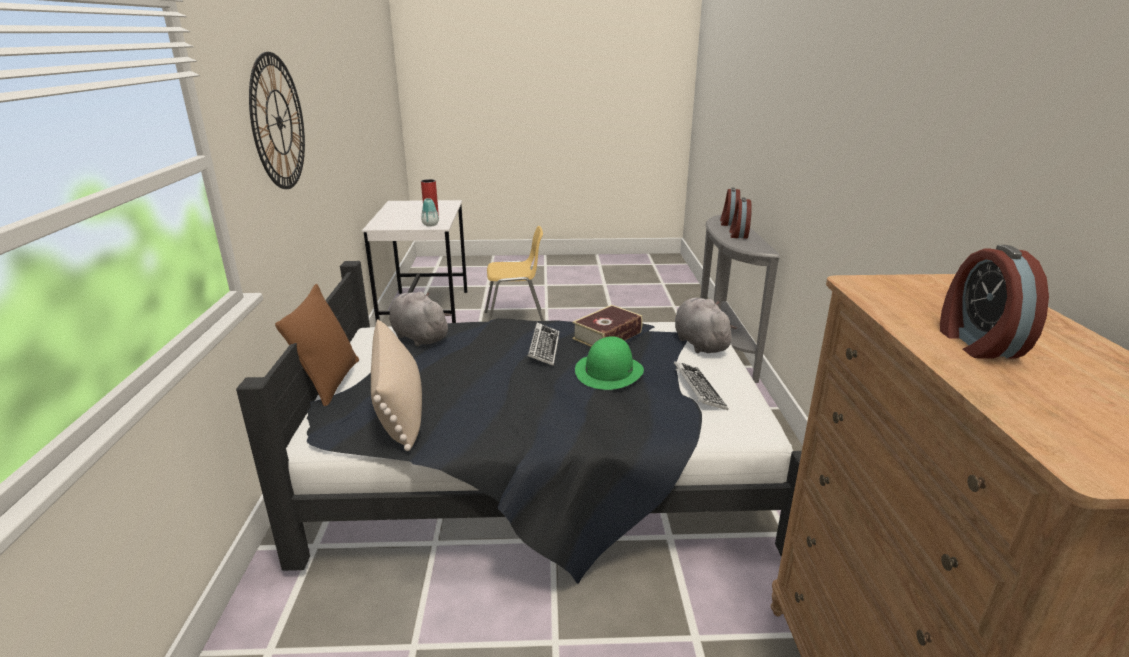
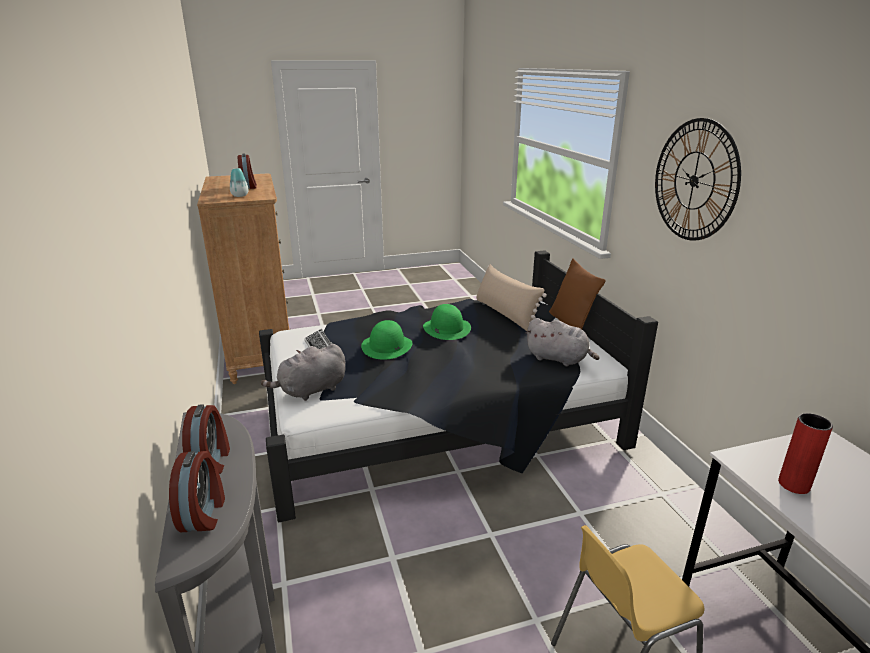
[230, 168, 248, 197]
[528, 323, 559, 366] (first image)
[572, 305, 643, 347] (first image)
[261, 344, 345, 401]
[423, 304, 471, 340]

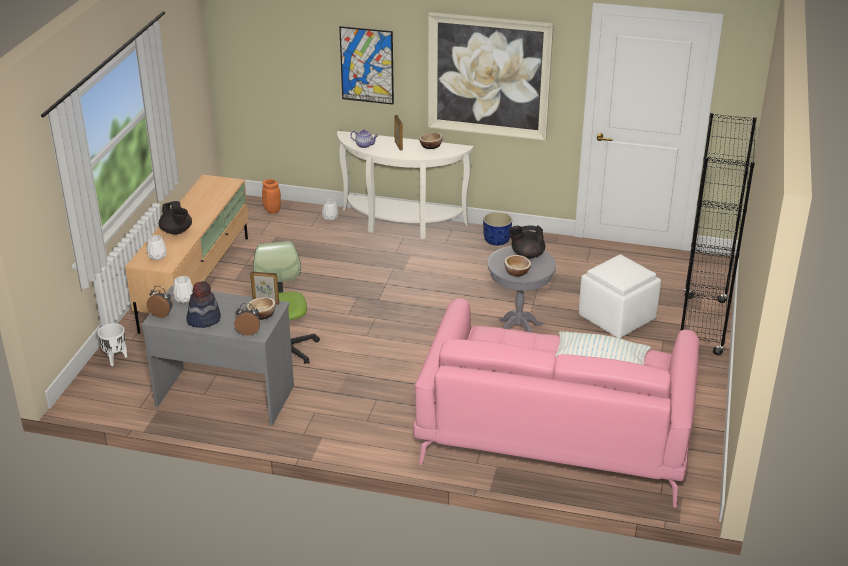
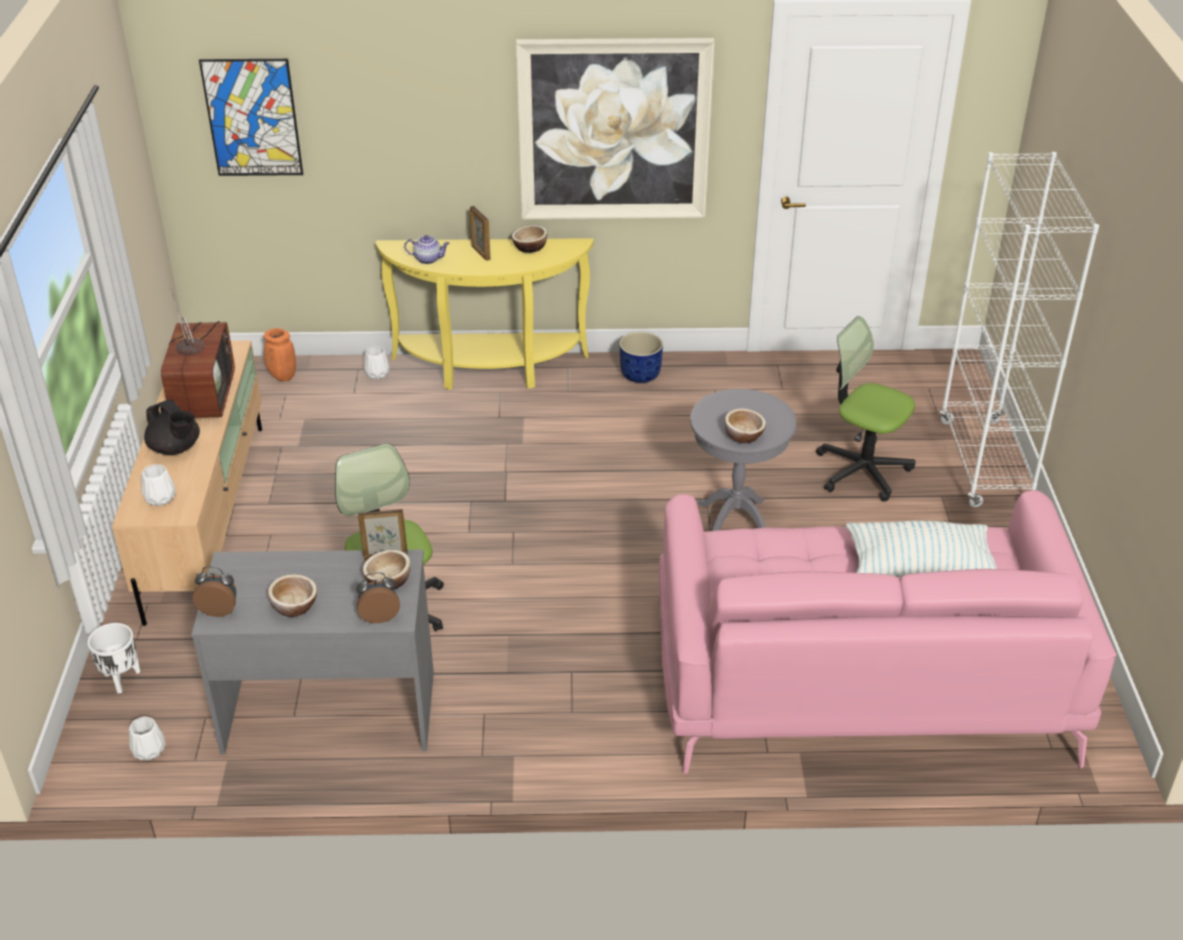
[129, 717, 166, 761]
[268, 574, 317, 617]
[376, 238, 593, 390]
[199, 59, 303, 176]
[509, 225, 545, 259] (first image)
[816, 316, 915, 502]
[939, 152, 1099, 507]
[160, 288, 235, 418]

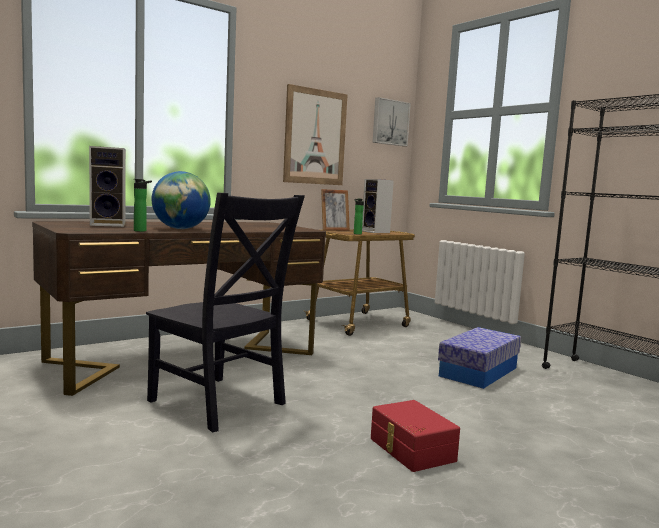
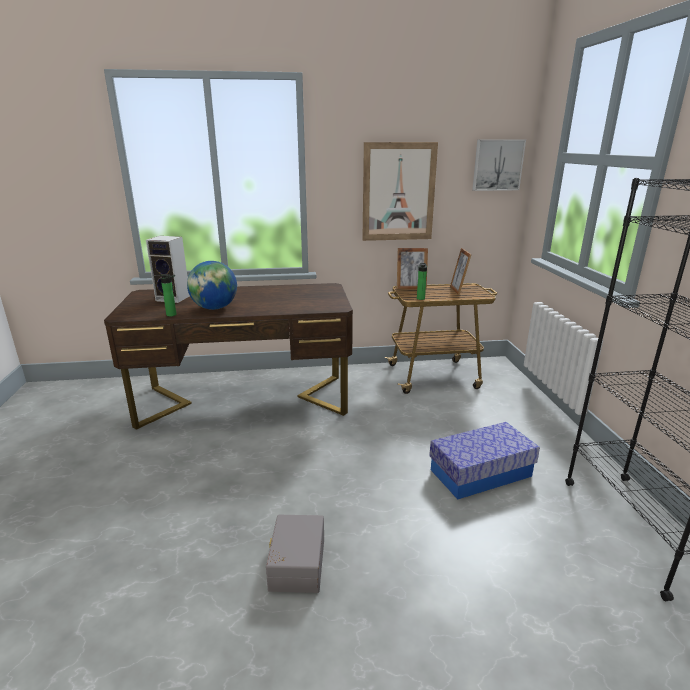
[146, 193, 305, 432] (first image)
[450, 248, 472, 295]
[266, 515, 324, 593]

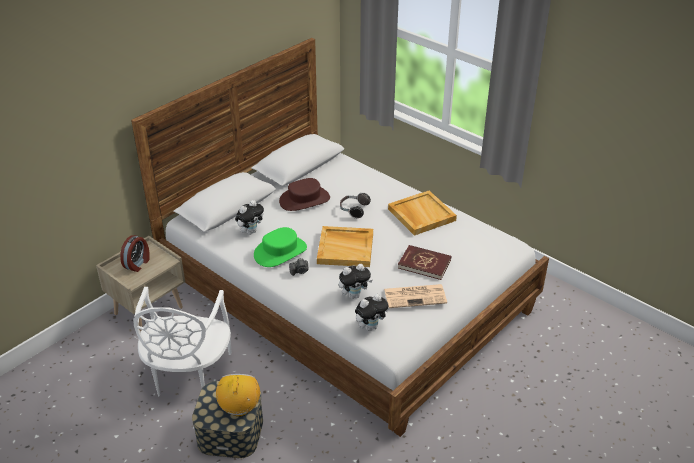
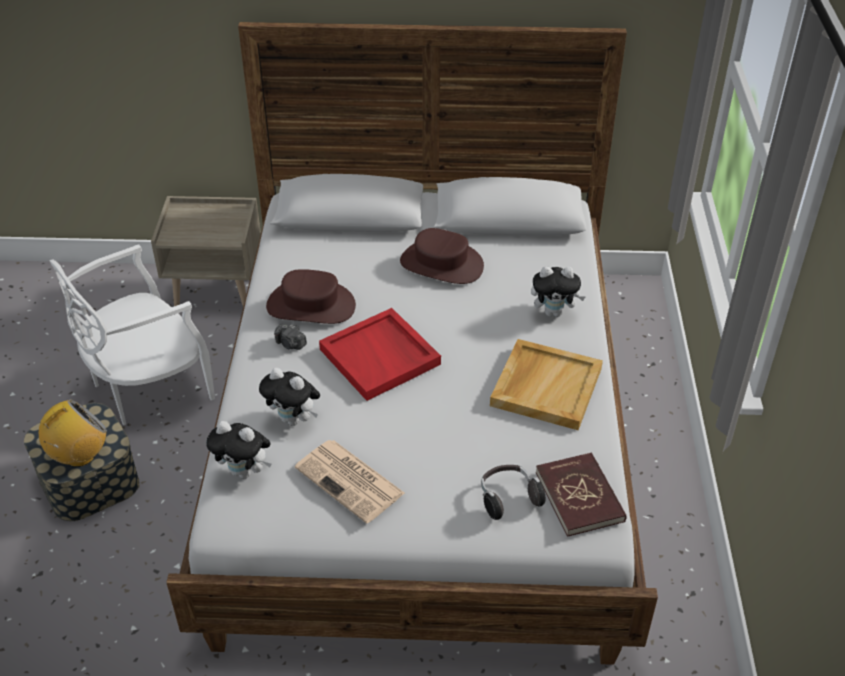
[120, 235, 150, 272] (first image)
[531, 266, 585, 317]
[266, 269, 356, 324]
[319, 308, 441, 401]
[481, 465, 545, 520]
[536, 452, 627, 537]

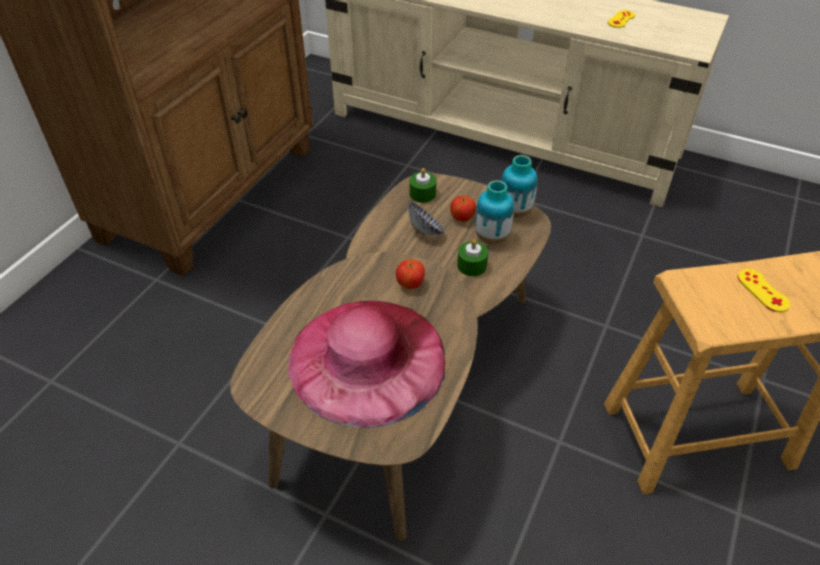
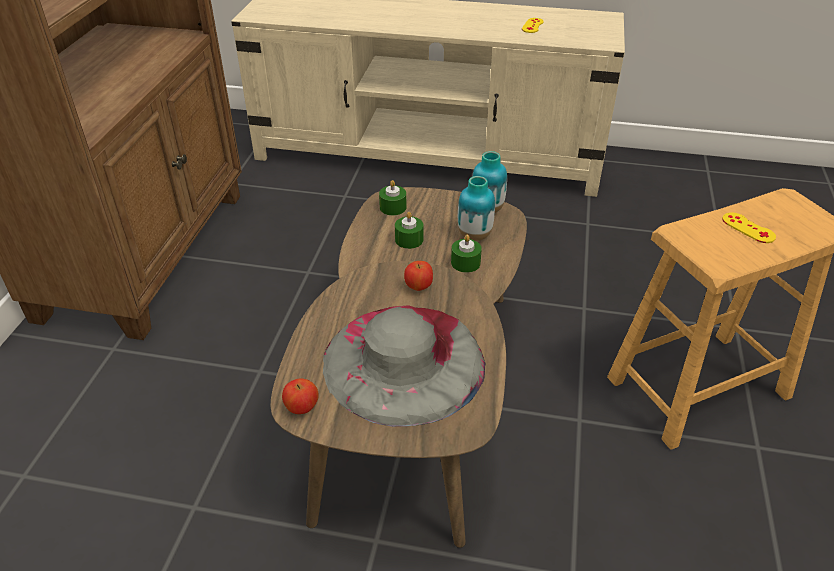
[323, 305, 486, 427]
[395, 212, 424, 249]
[282, 378, 319, 414]

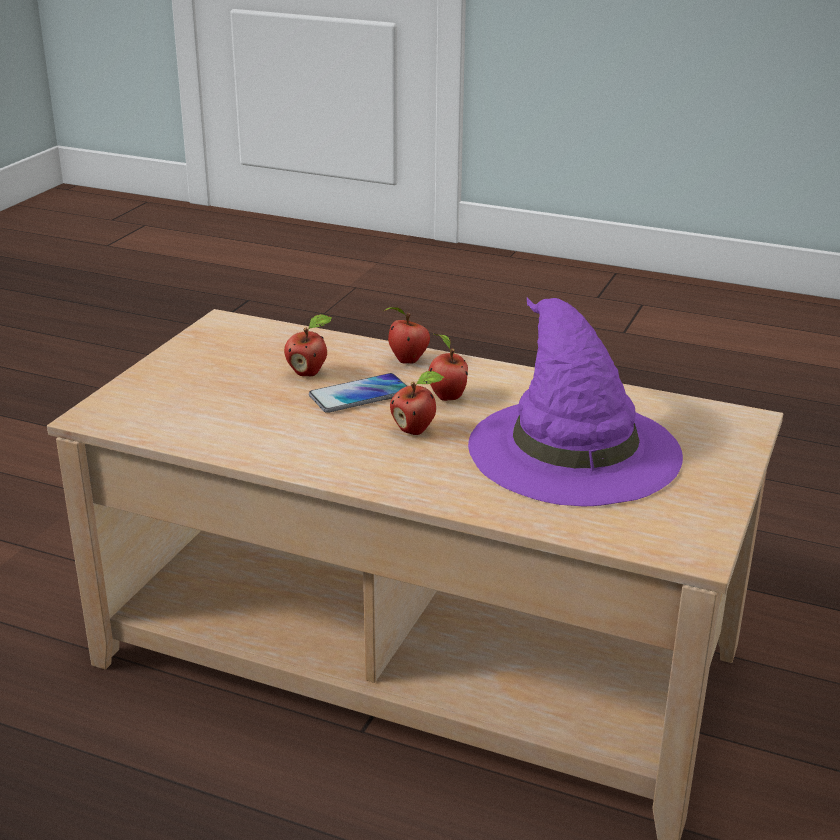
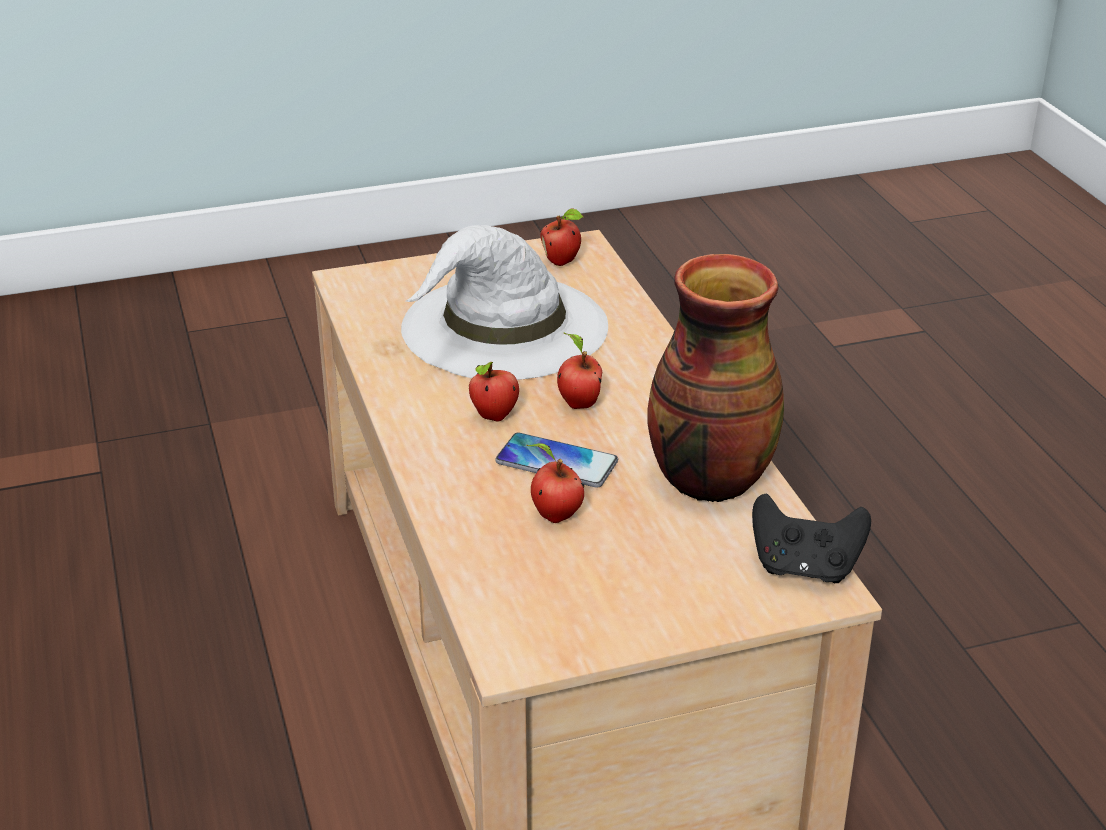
[540, 208, 583, 266]
[401, 225, 608, 380]
[647, 254, 784, 502]
[752, 493, 871, 583]

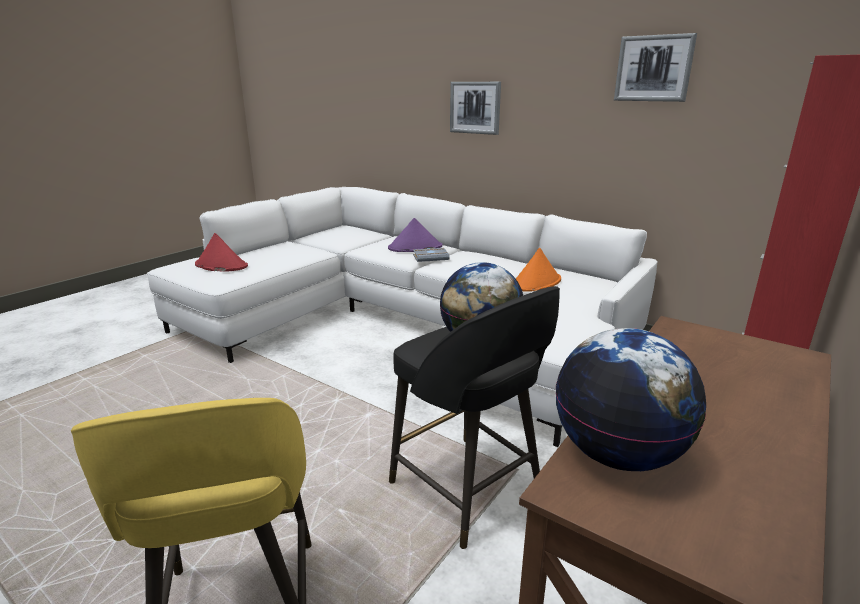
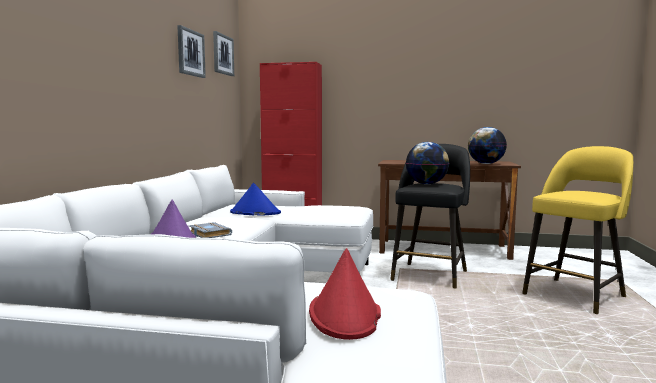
[213, 31, 234, 76]
[230, 183, 281, 215]

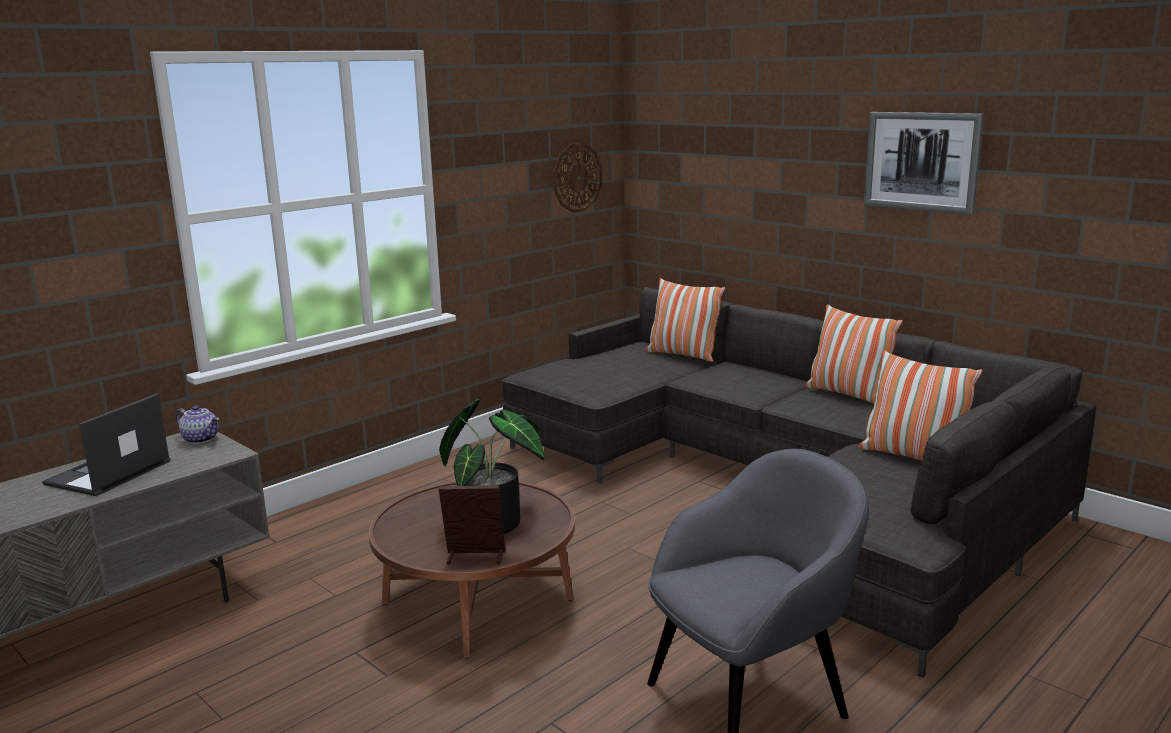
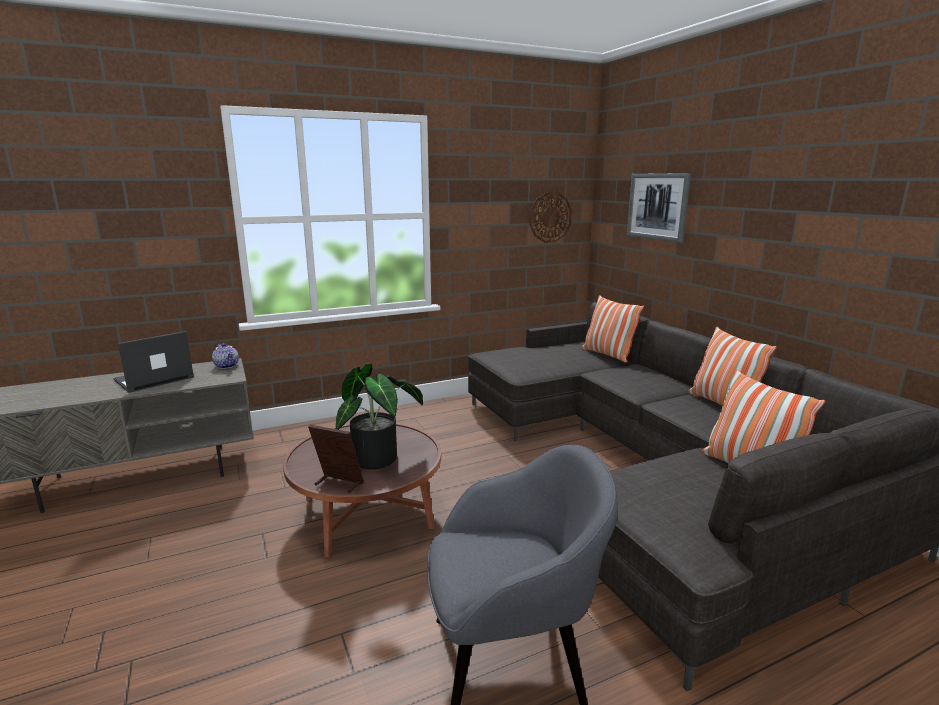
[627, 173, 691, 243]

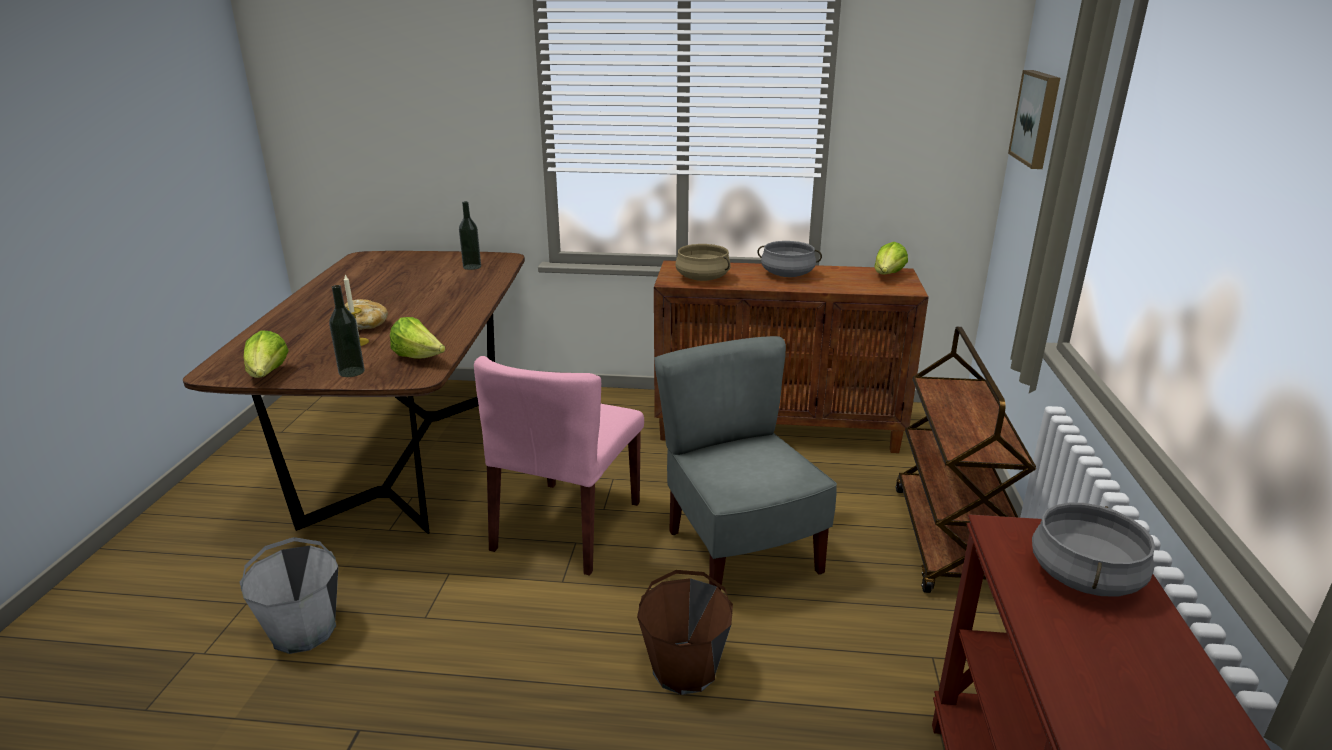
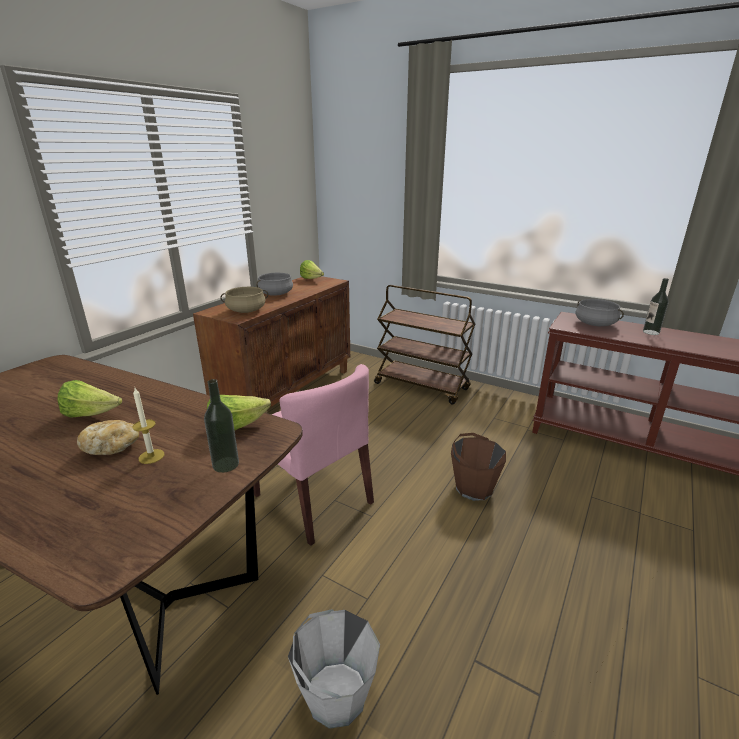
[57, 380, 122, 418]
[643, 278, 669, 335]
[654, 336, 837, 590] (first image)
[1008, 70, 1060, 169] (first image)

